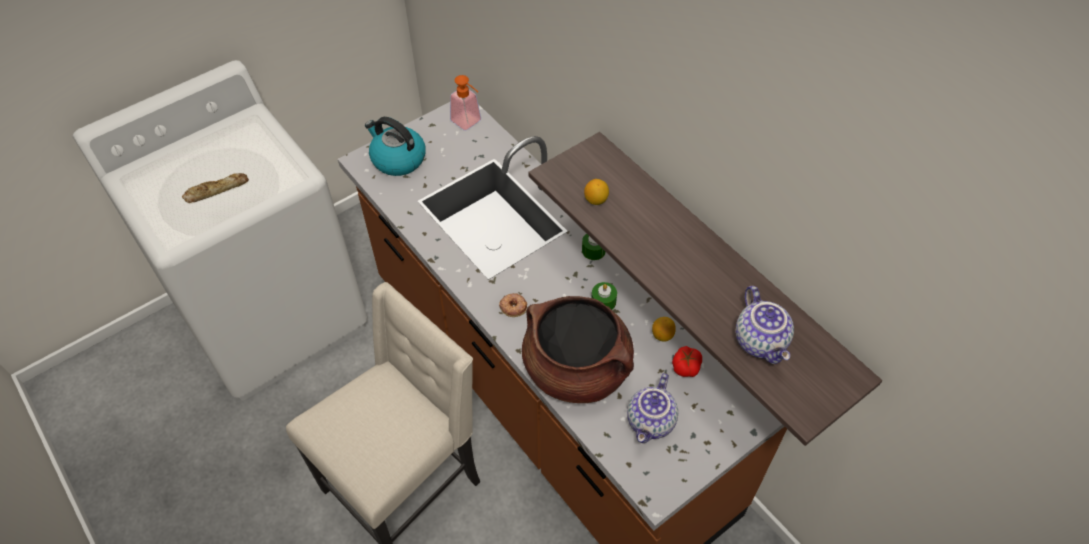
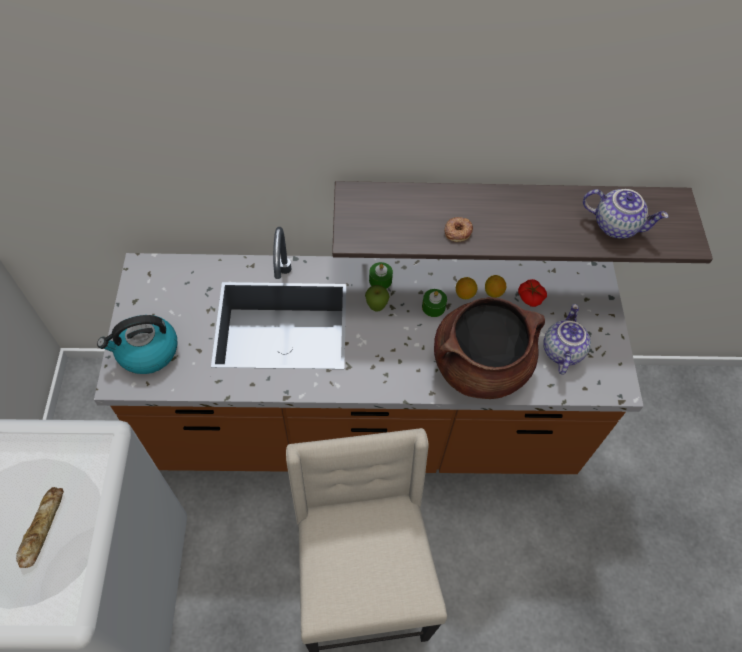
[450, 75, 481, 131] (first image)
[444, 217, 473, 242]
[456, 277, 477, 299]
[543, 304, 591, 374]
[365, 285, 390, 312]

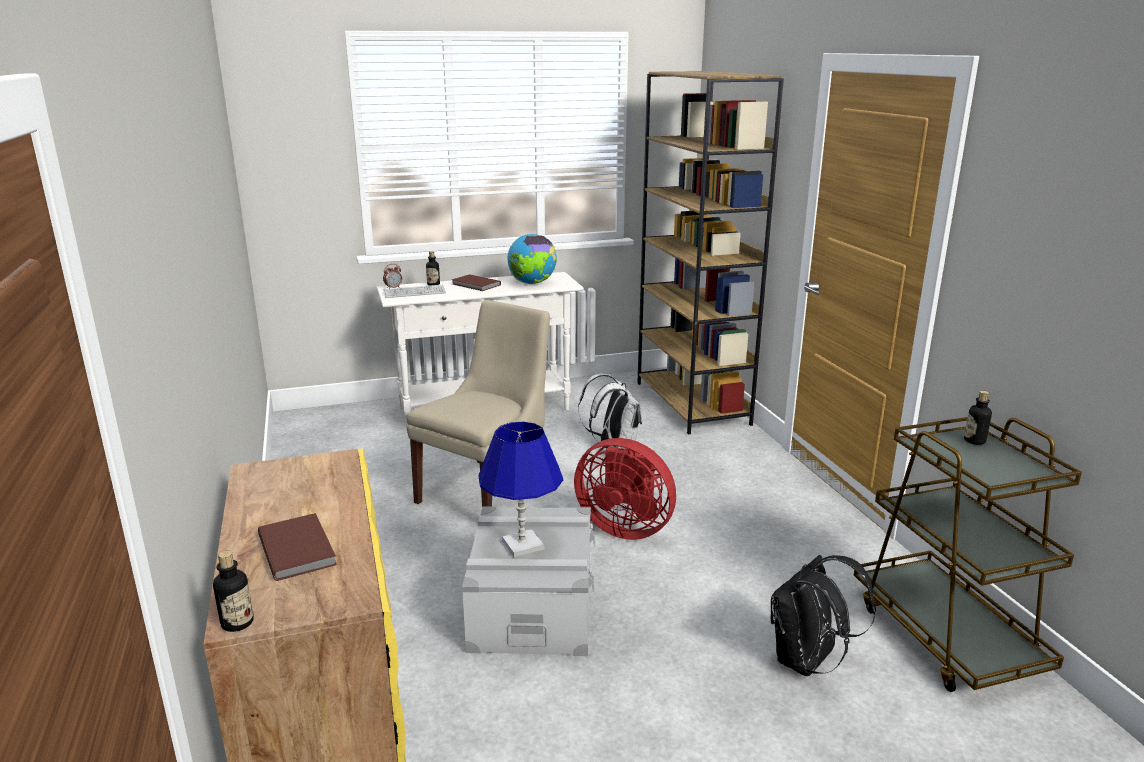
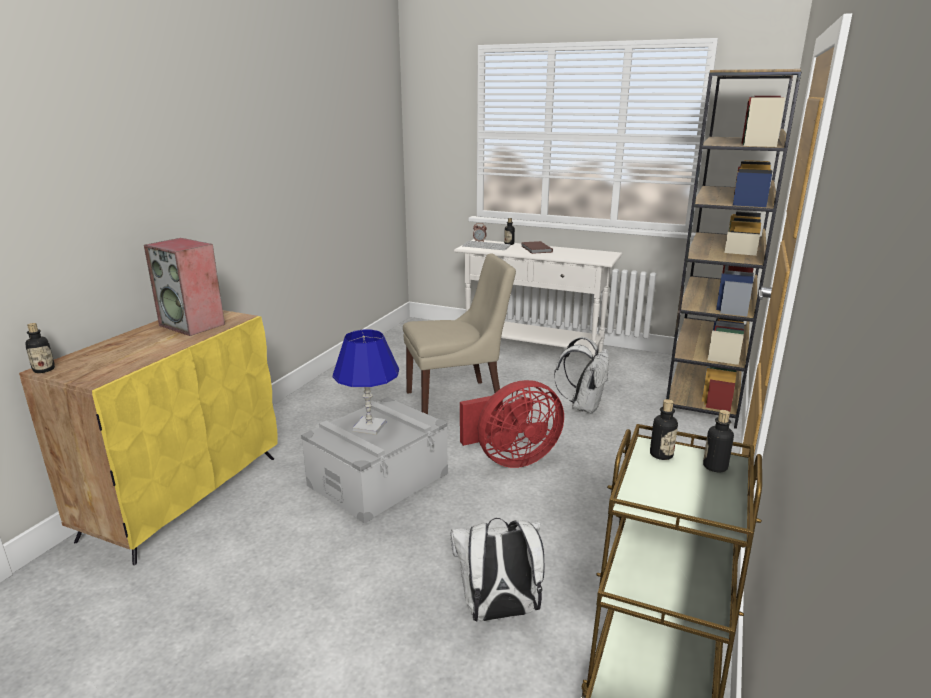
[258, 513, 337, 581] (first image)
[507, 234, 557, 284] (first image)
[460, 380, 564, 468]
[450, 518, 545, 622]
[144, 238, 225, 336]
[650, 399, 678, 460]

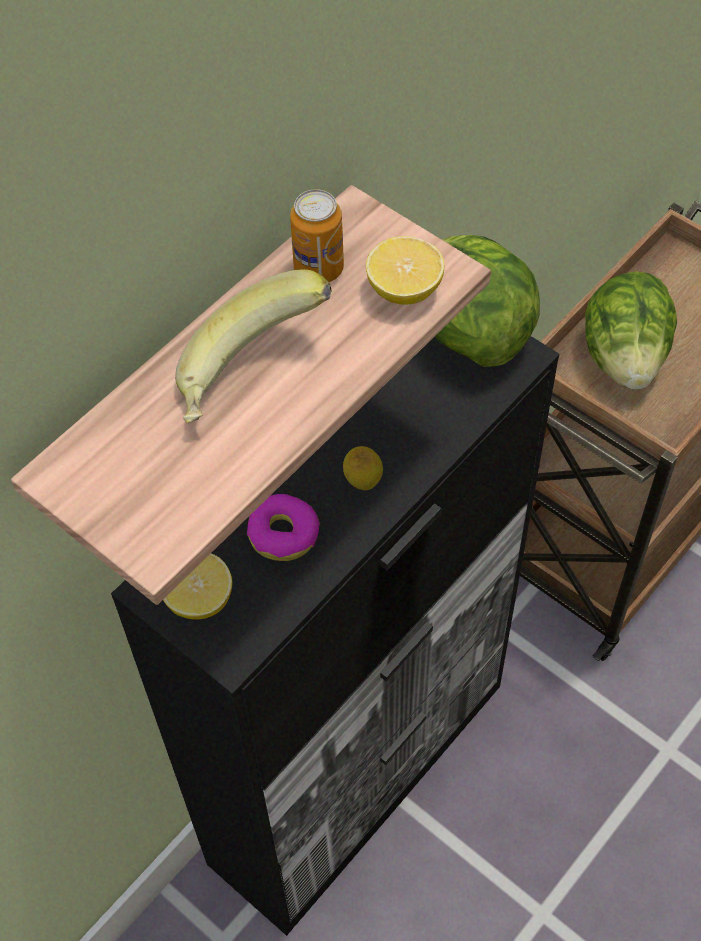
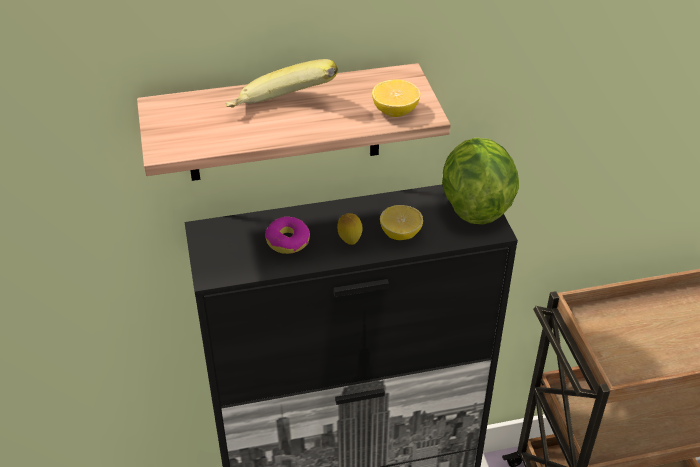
[380, 205, 423, 240]
[290, 189, 344, 282] (first image)
[585, 271, 677, 390] (first image)

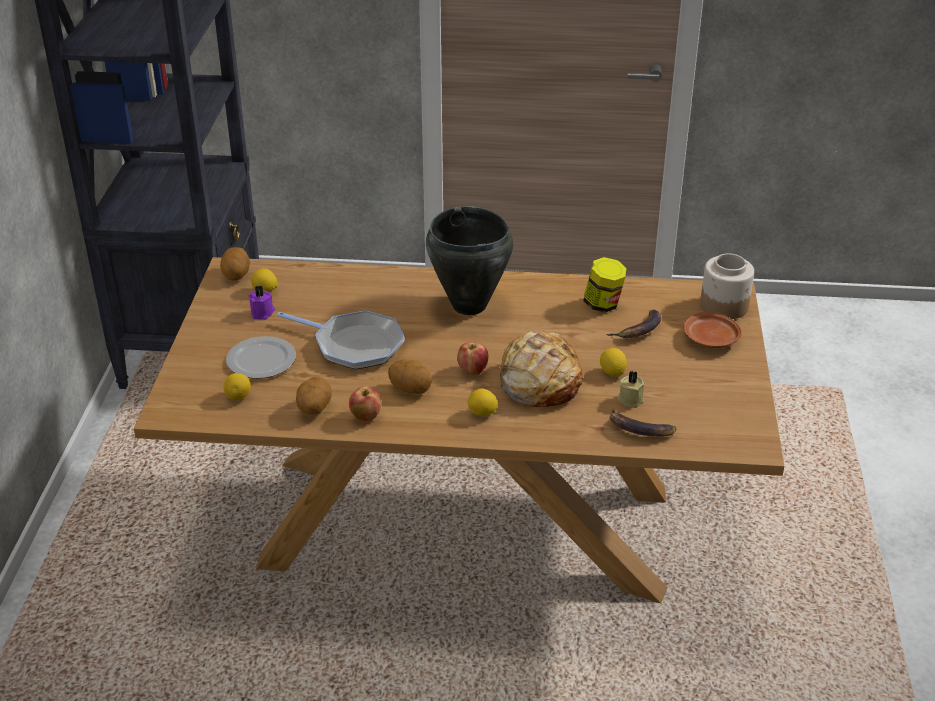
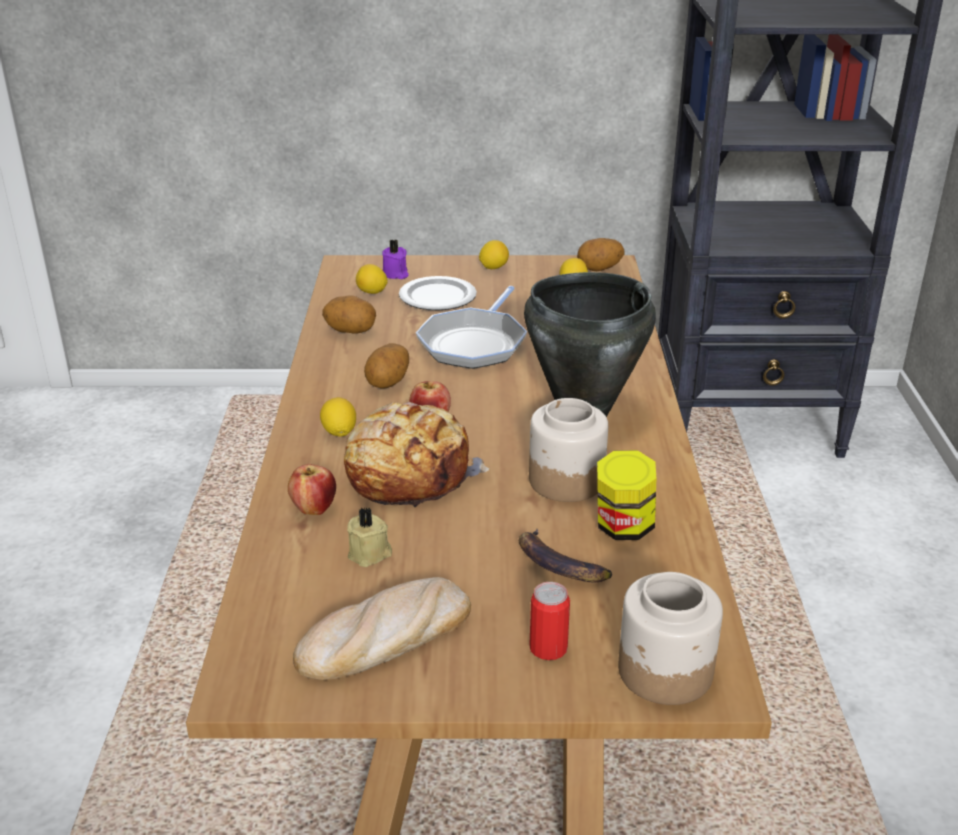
[382, 240, 409, 279]
[288, 464, 336, 515]
[479, 240, 509, 269]
[610, 409, 676, 437] (first image)
[529, 582, 570, 660]
[293, 577, 471, 680]
[529, 398, 608, 502]

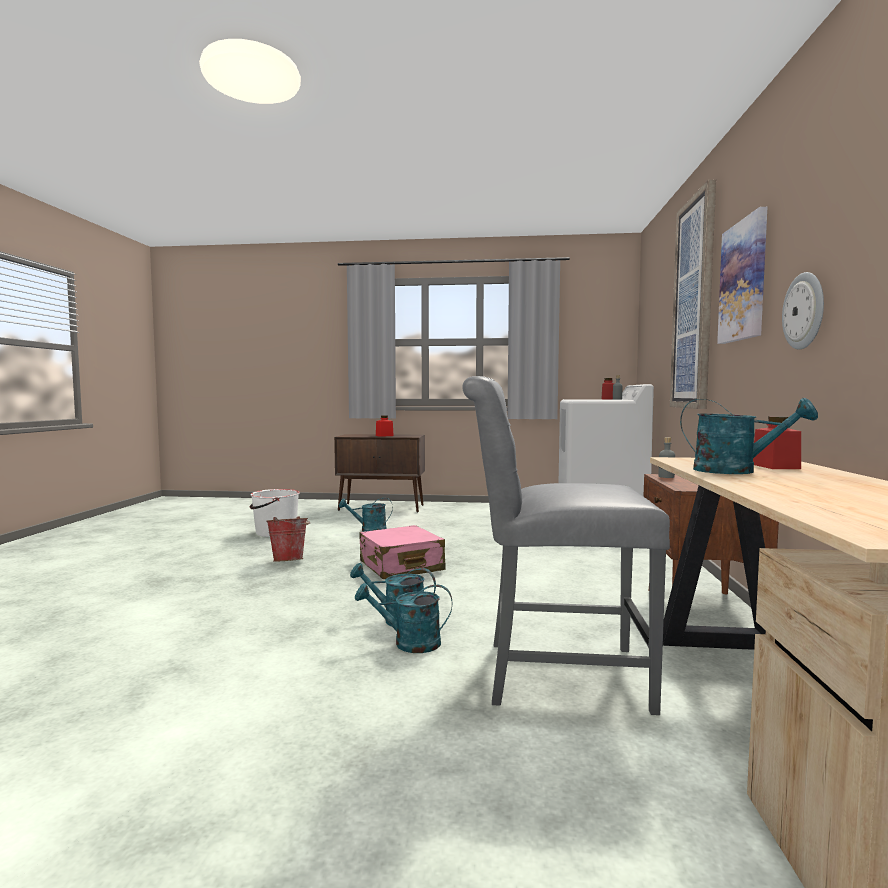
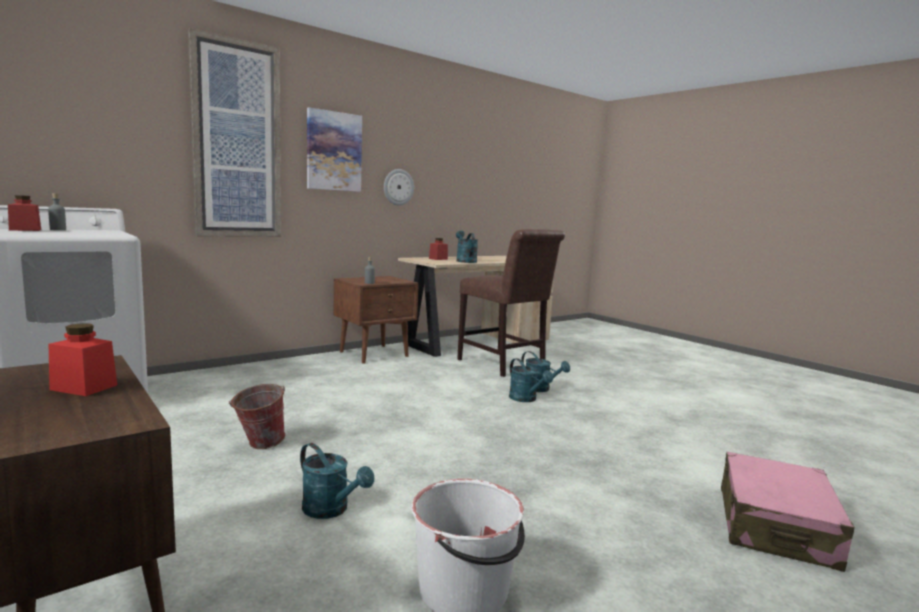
[229, 384, 285, 449]
[721, 452, 855, 572]
[457, 229, 565, 377]

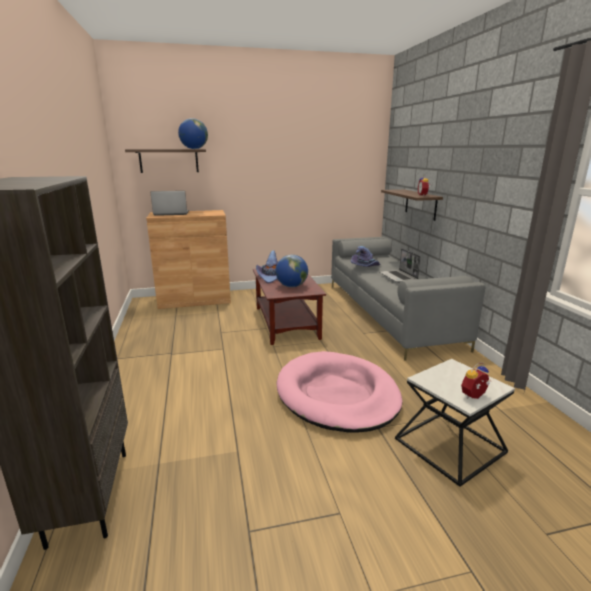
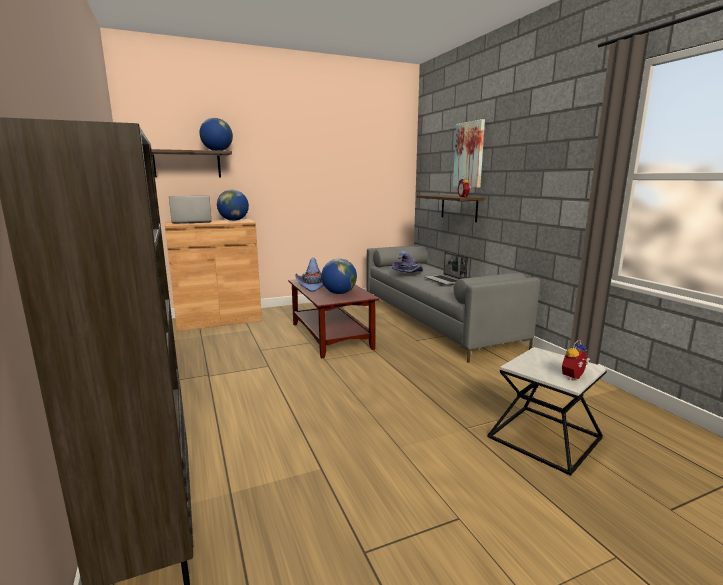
[277, 351, 402, 433] (first image)
[217, 190, 249, 221]
[453, 119, 485, 188]

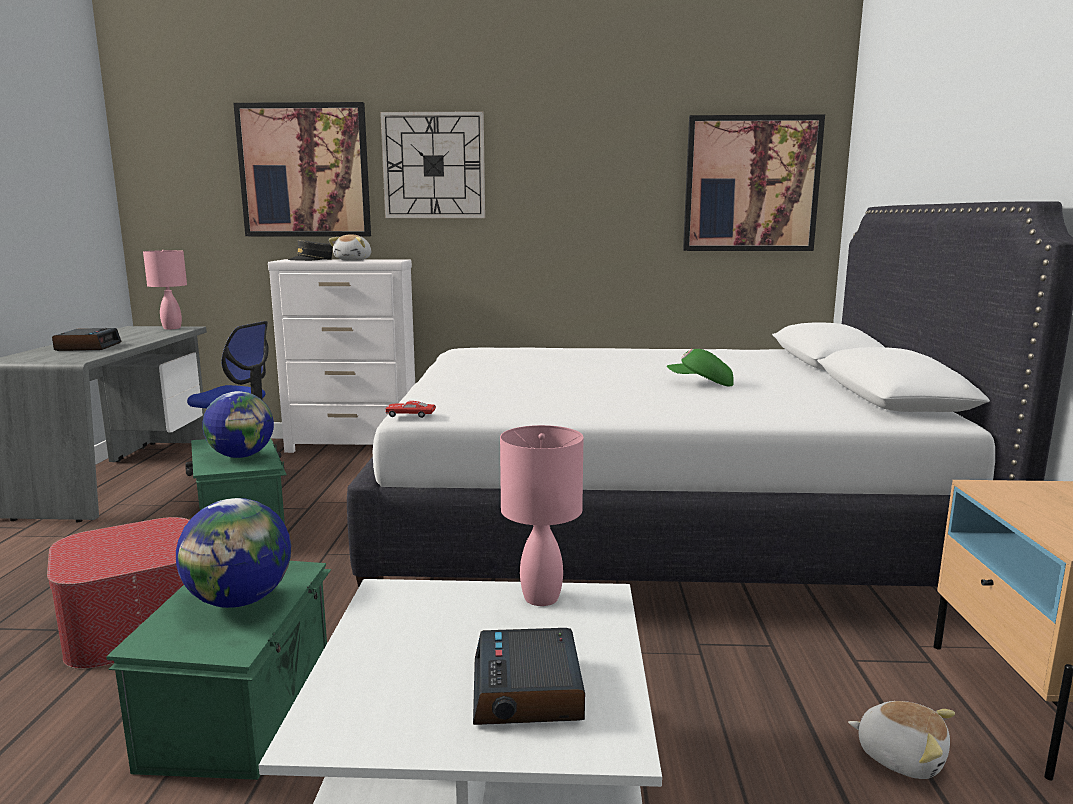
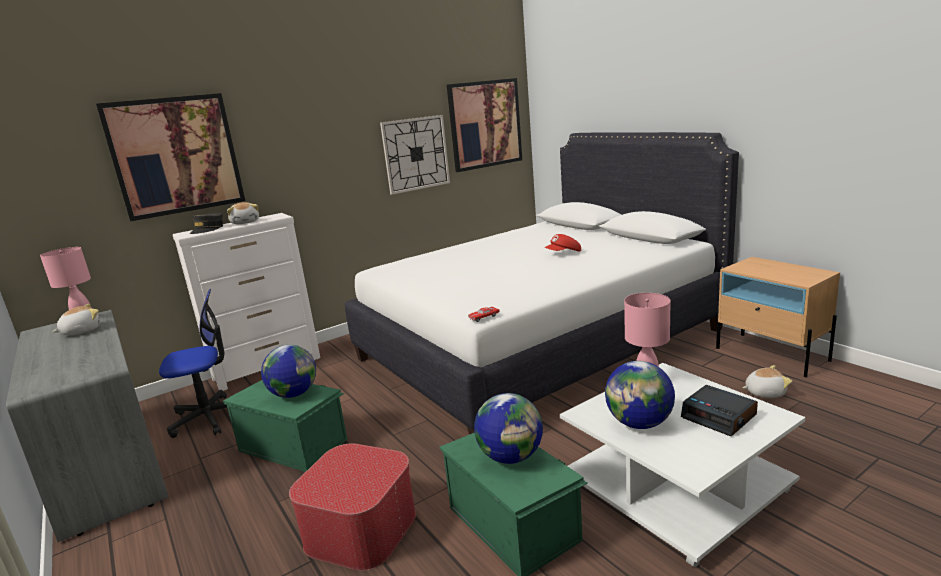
[52, 328, 121, 351] (first image)
[380, 115, 450, 195]
[544, 234, 581, 252]
[52, 304, 100, 335]
[605, 361, 675, 429]

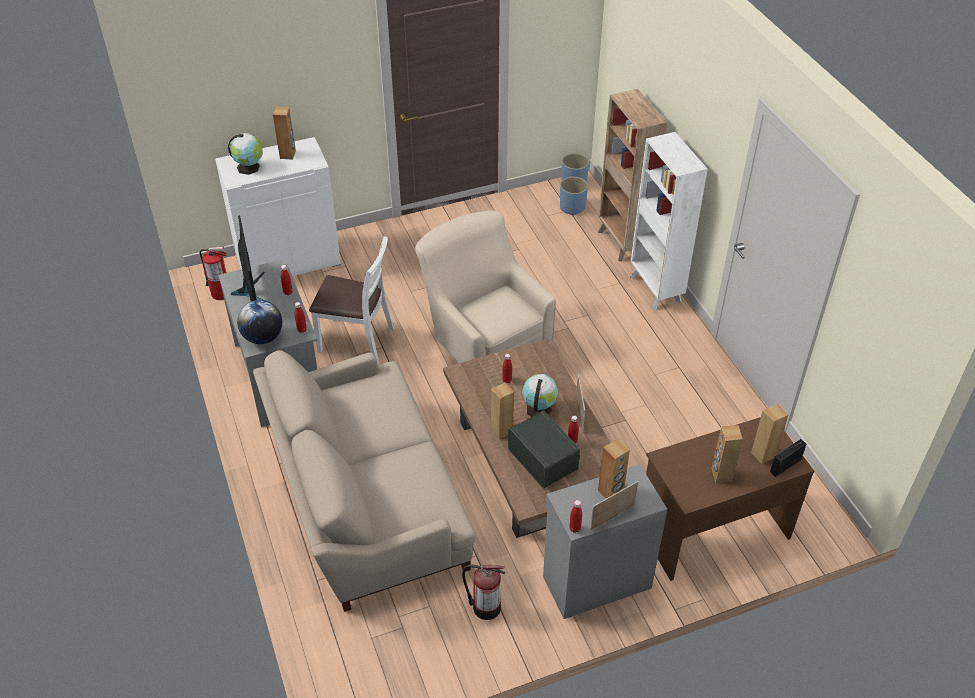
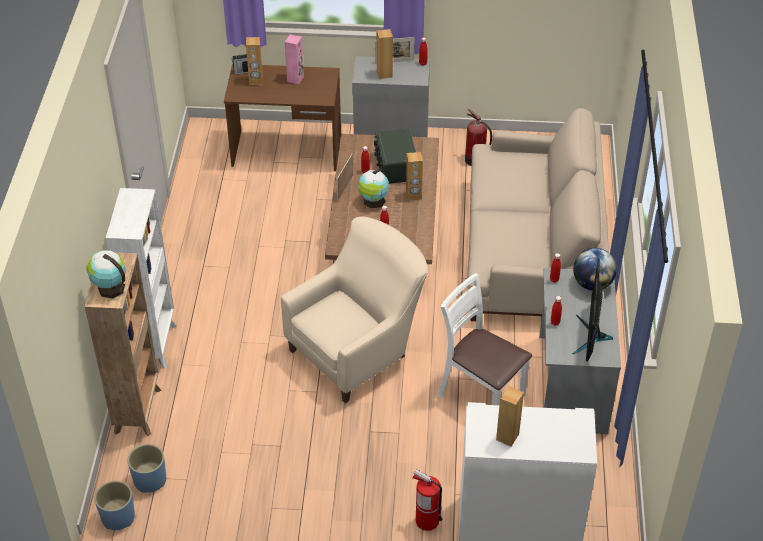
[412, 469, 443, 531]
[86, 250, 126, 299]
[281, 216, 428, 403]
[285, 35, 304, 85]

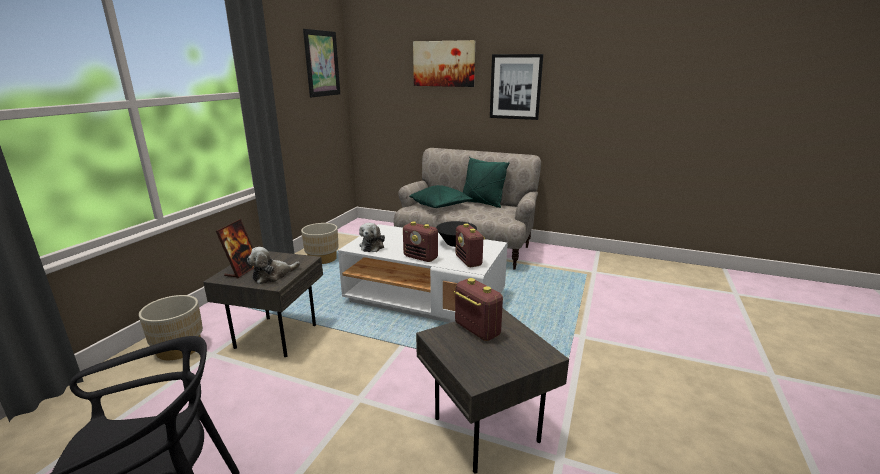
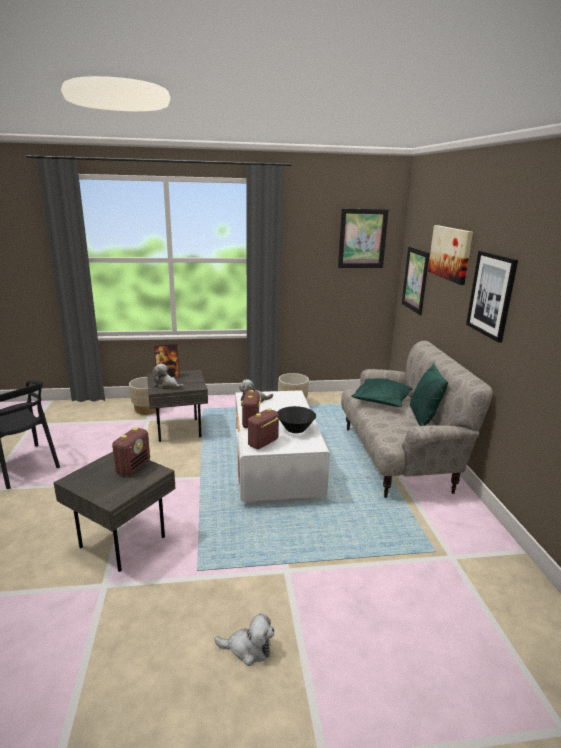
[214, 613, 274, 666]
[402, 246, 430, 315]

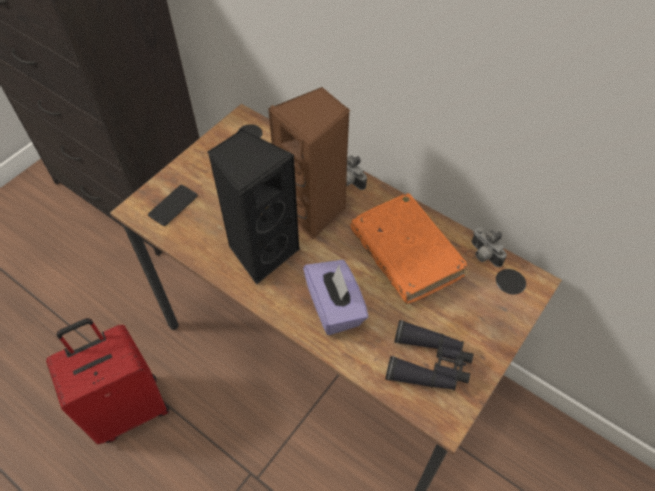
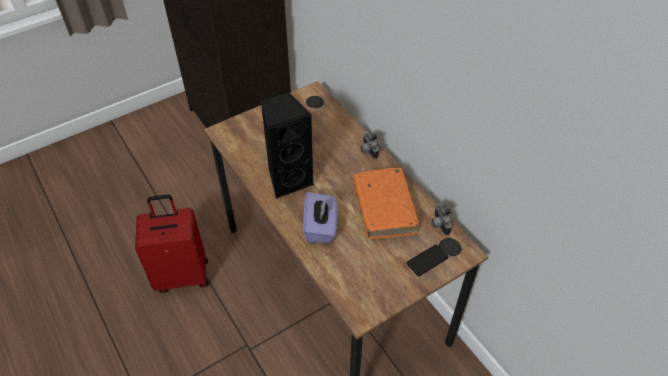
[407, 244, 449, 276]
[268, 87, 350, 239] (first image)
[385, 320, 473, 391] (first image)

